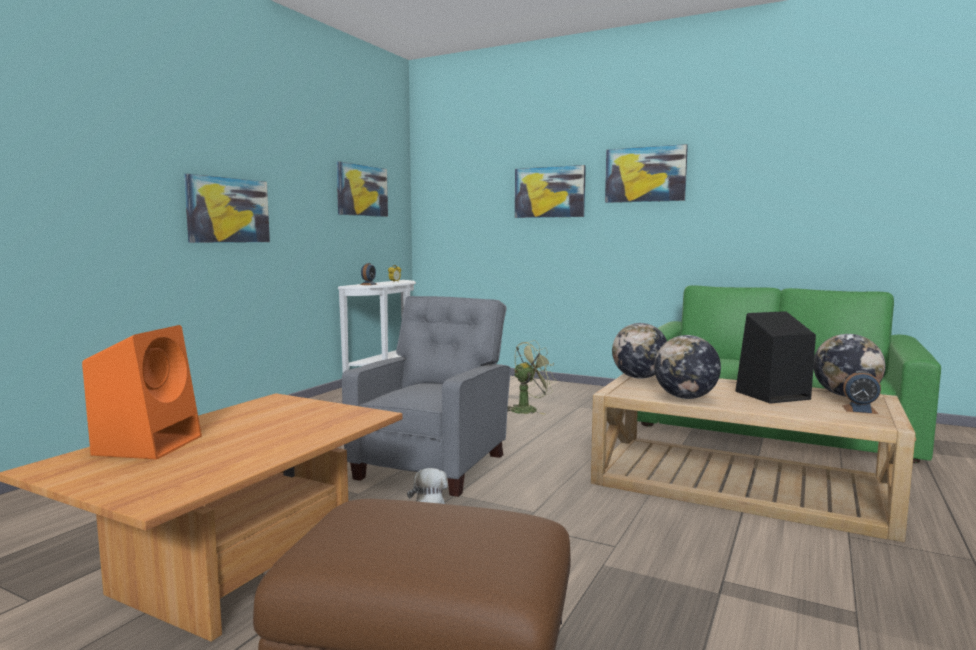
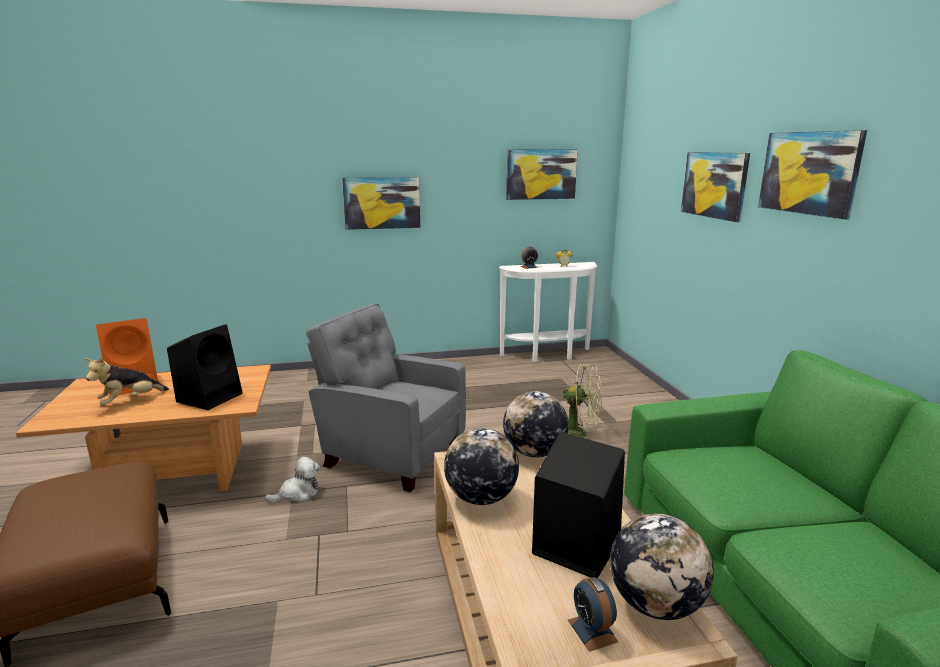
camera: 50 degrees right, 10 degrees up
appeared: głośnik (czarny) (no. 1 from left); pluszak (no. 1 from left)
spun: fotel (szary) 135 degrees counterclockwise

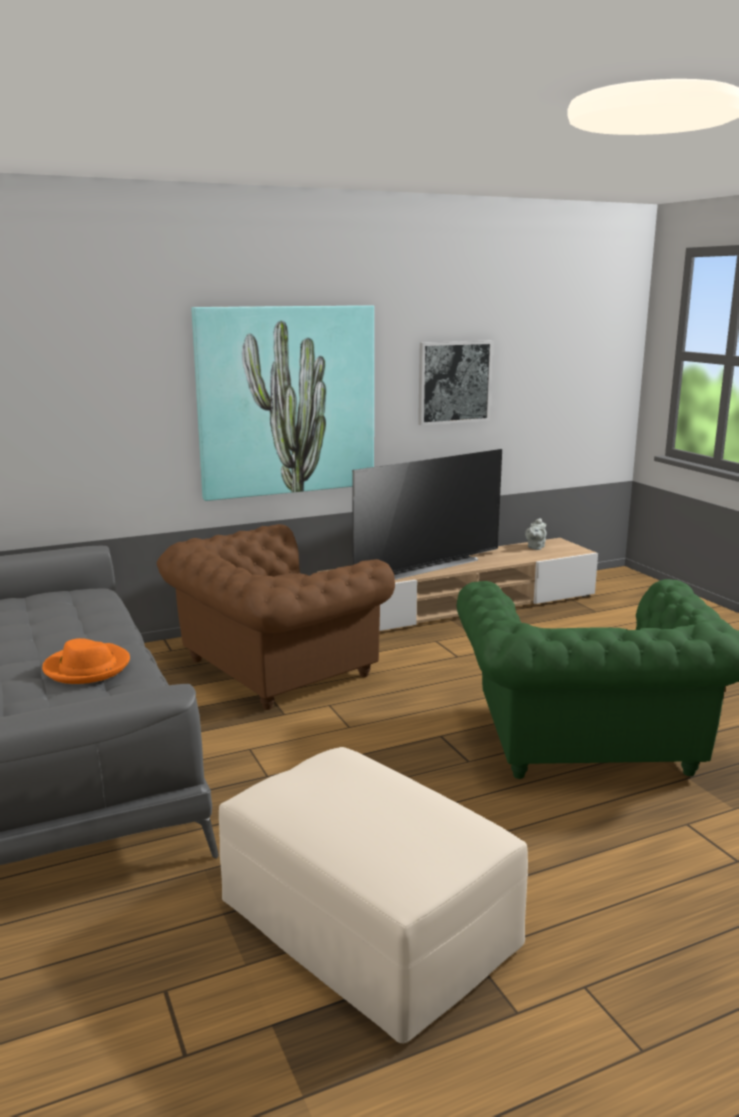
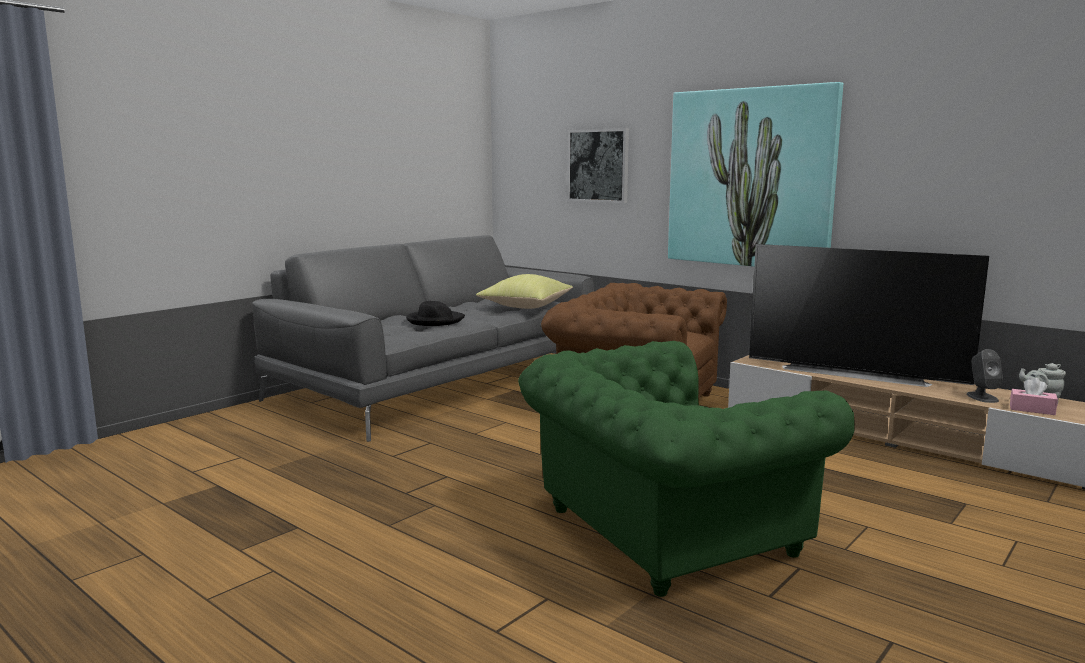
camera: 65 degrees right, 5 degrees down
missing: pufa (beżowy)
appeared: poduszka (żółty); głośnik (szary); pudełko chusteczek (różowy)
relocated: obraz (no. 2 from left in the first image) to obraz (no. 1 from left)
colour: kapelusz (pomarańczowy) to kapelusz (czarny)

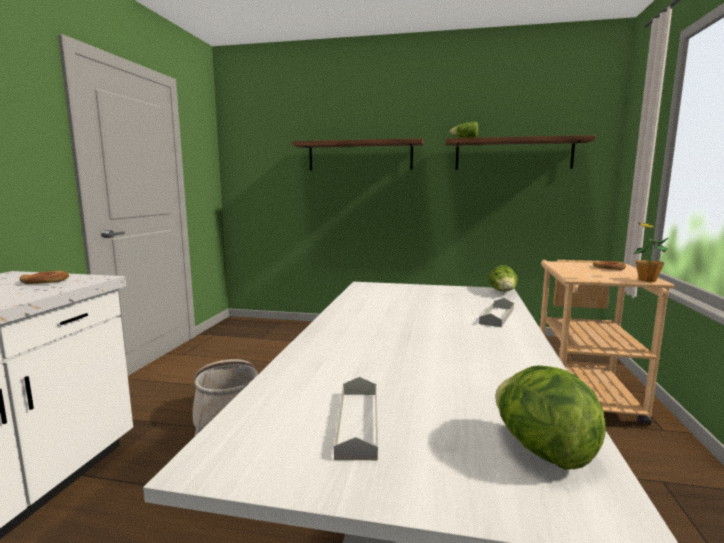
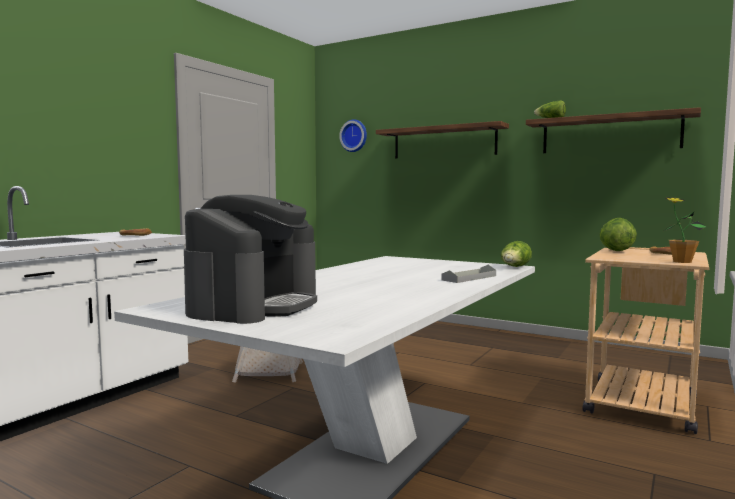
camera: 20 degrees right, 5 degrees down
appeared: zegar ścienny
relocated: sałata (no. 3 from left)
exchanged: taca (szary) (no. 1 from left) to ekspres do kawy

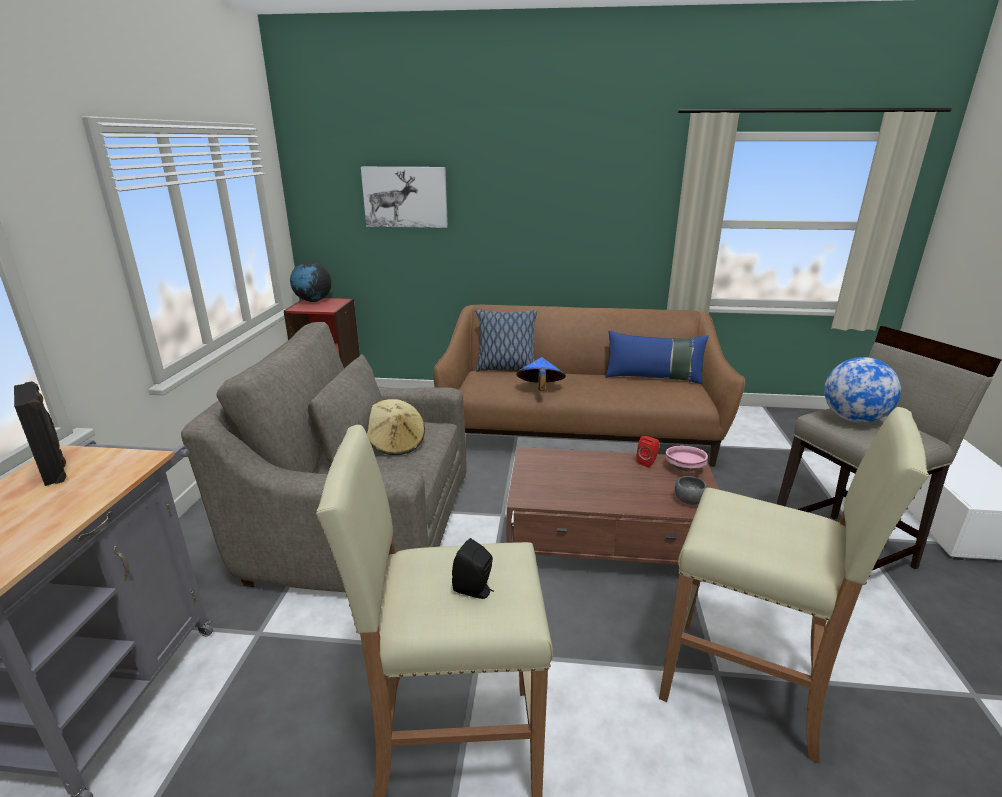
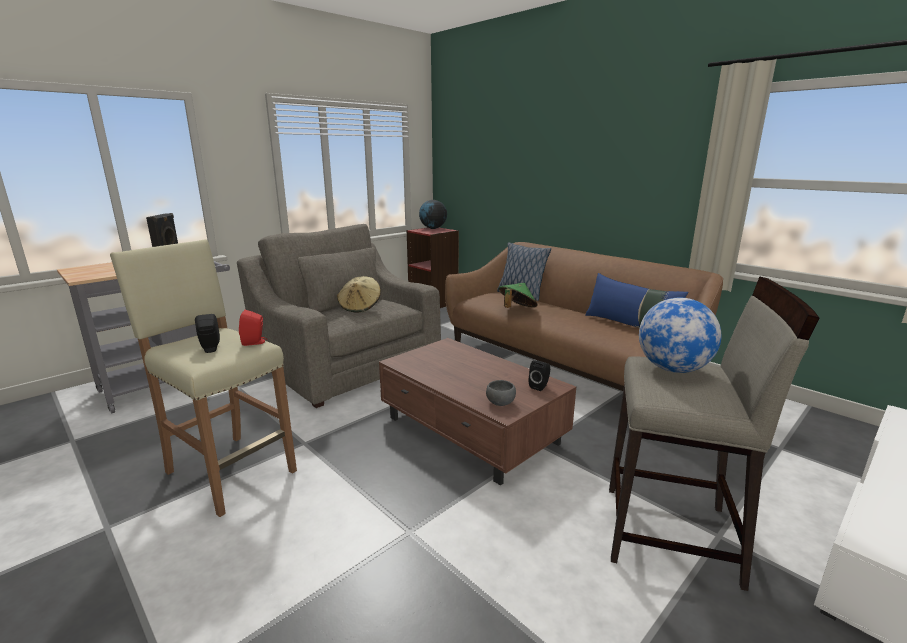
camera: 40 degrees right, 5 degrees down
missing: obraz; stołek (beżowy) (no. 2 from left)
relocated: głośnik (czerwony)
exchanged: miska (różowy) to głośnik (czarny) (no. 3 from left)
colour: kapelusz (niebieski) to kapelusz (zielony)

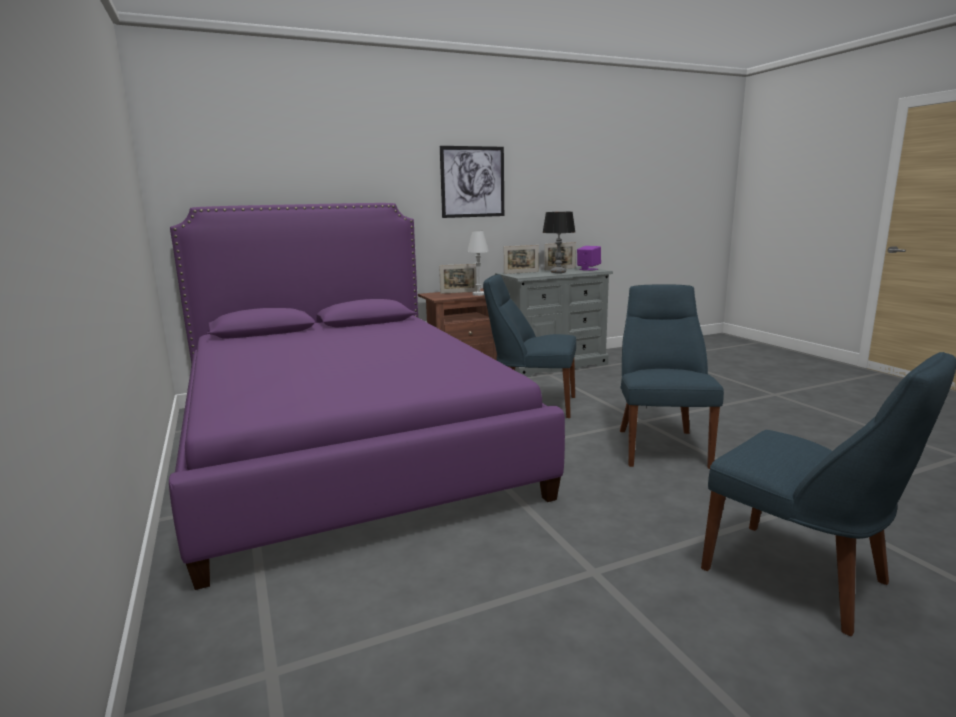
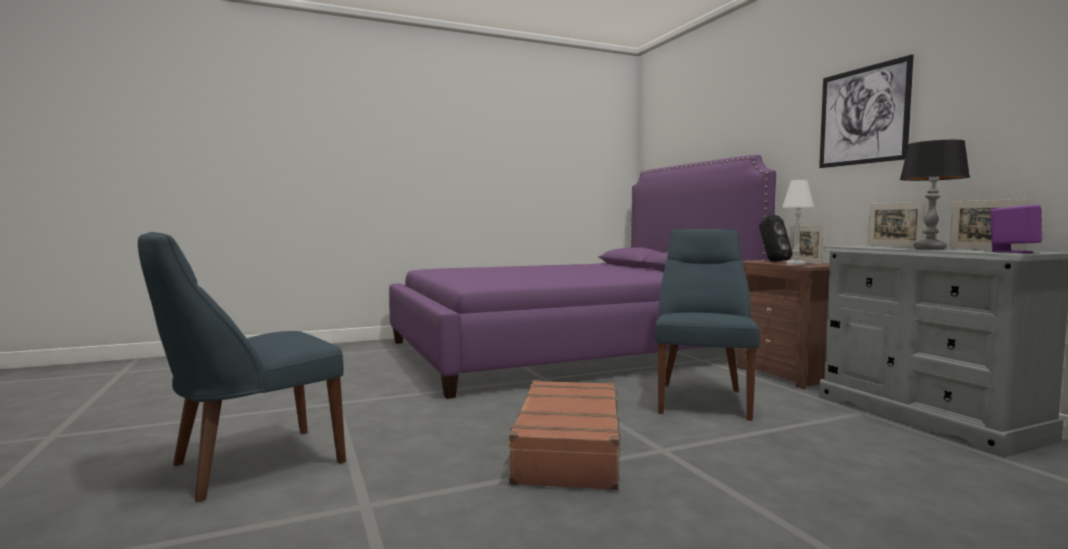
camera: 90 degrees right, 10 degrees down
appeared: głośnik (czarny)
exchanged: krzesło (niebieski) (no. 2 from left) to walizka (brązowy)

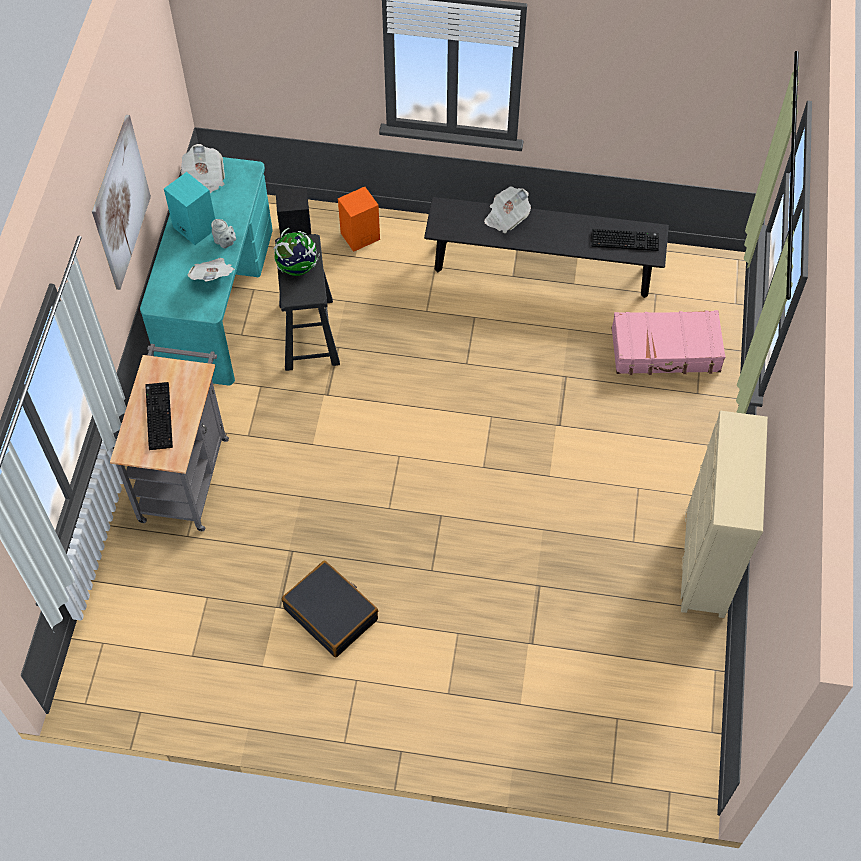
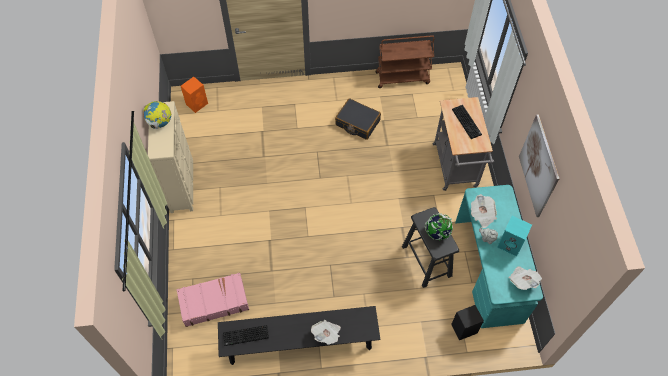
camera: 165 degrees right, 0 degrees up
appeared: wózek (brązowy); globus (no. 1 from left)
relocated: głośnik (pomarańczowy)

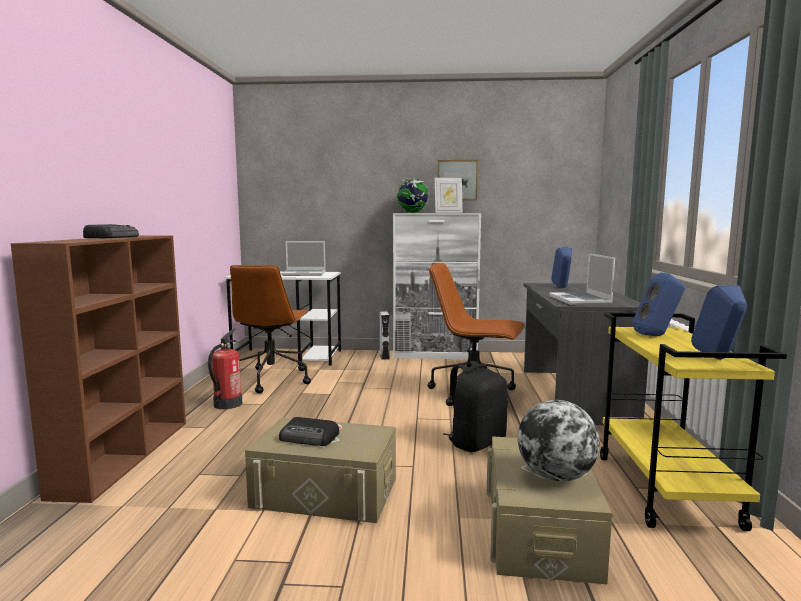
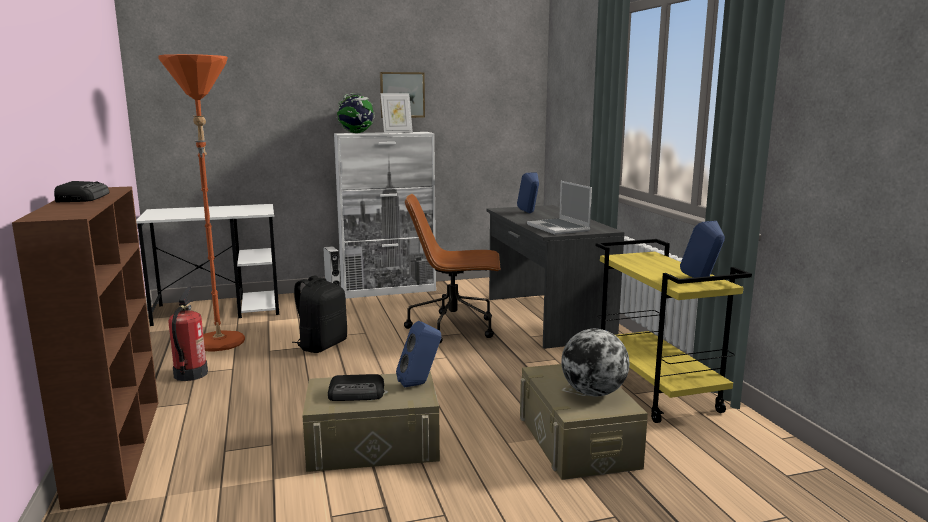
camera: 20 degrees left, 5 degrees up
missing: laptop (no. 1 from left)
relocated: głośnik (niebieski) (no. 2 from left in the first image) to głośnik (niebieski) (no. 1 from left); plecak (czarny)
exchanged: krzesło biurowe (brązowy) (no. 1 from left) to lampa stojąca (pomarańczowy)

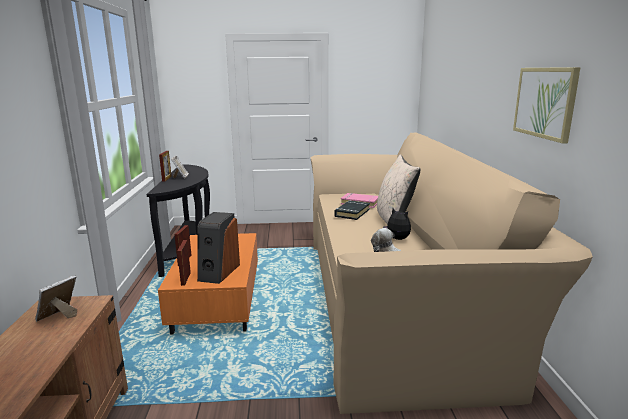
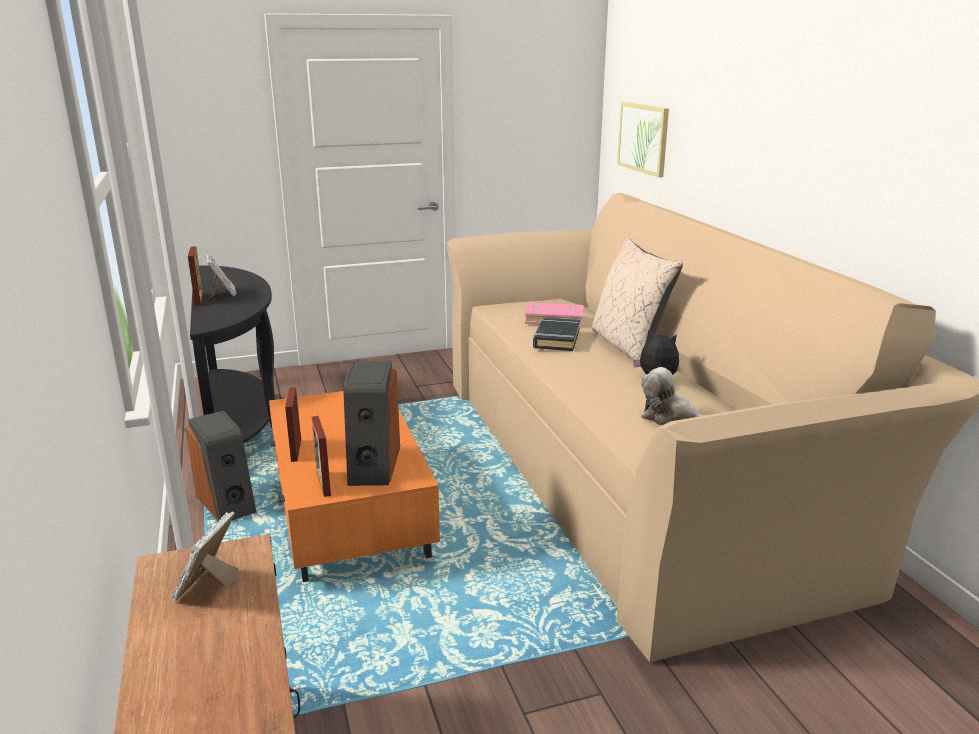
camera: 15 degrees left, 5 degrees up
appeared: głośnik (no. 1 from left)
relocated: obraz

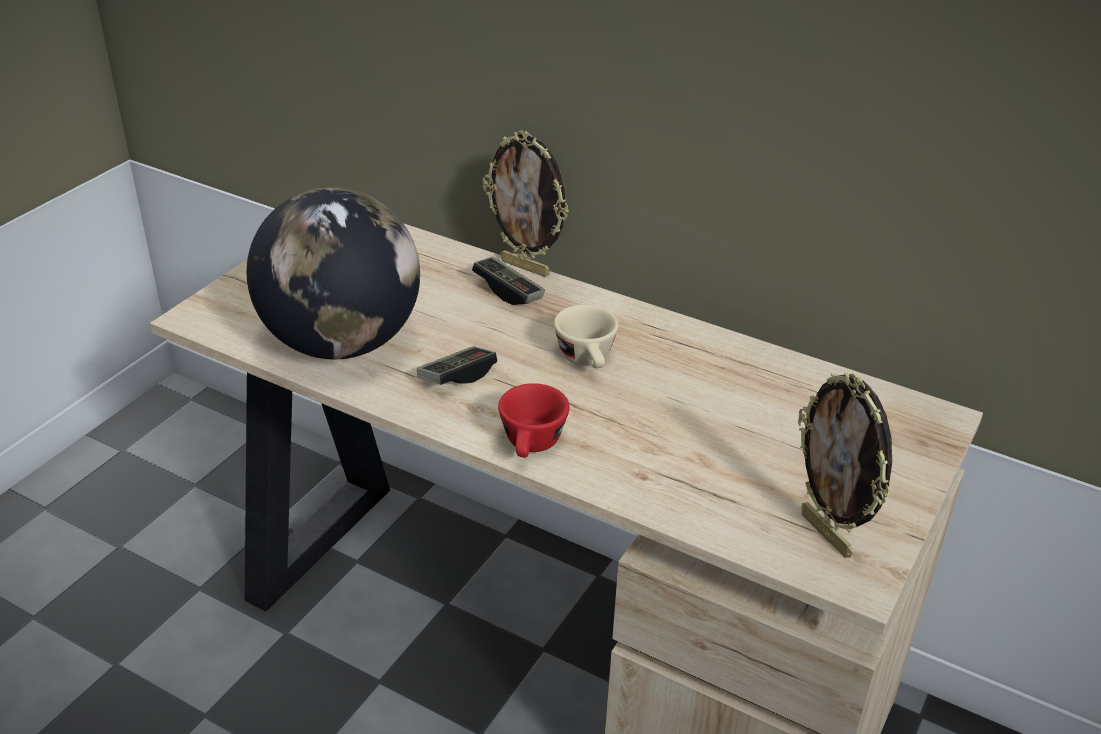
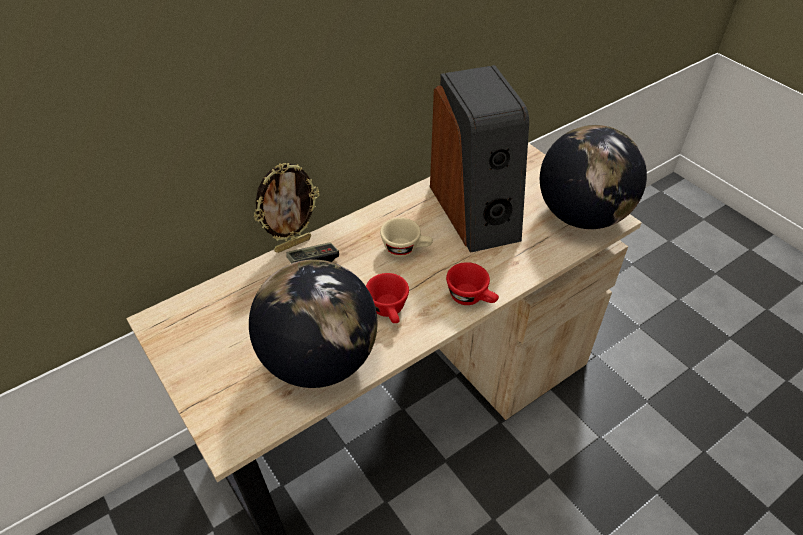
camera: 65 degrees left, 10 degrees up
appeared: głośnik
exchanged: pad do gier (no. 1 from left) to filiżanka (czerwony) (no. 1 from left); ramka na zdjęcie (no. 2 from left) to globus (no. 2 from left)

